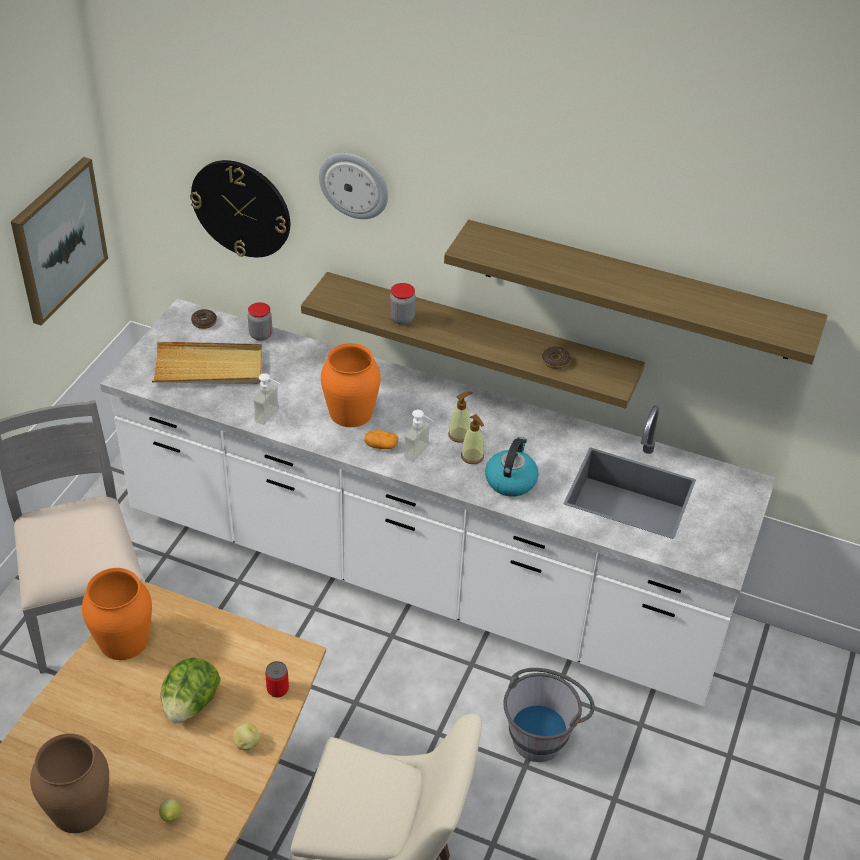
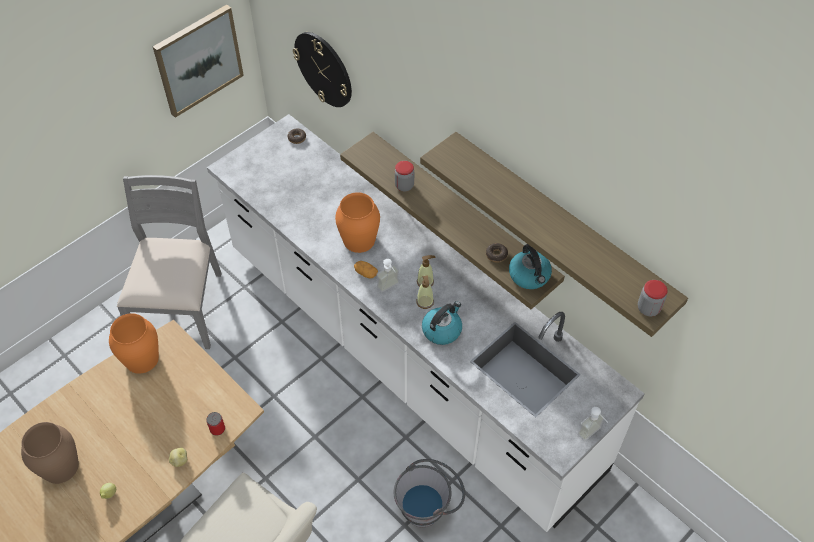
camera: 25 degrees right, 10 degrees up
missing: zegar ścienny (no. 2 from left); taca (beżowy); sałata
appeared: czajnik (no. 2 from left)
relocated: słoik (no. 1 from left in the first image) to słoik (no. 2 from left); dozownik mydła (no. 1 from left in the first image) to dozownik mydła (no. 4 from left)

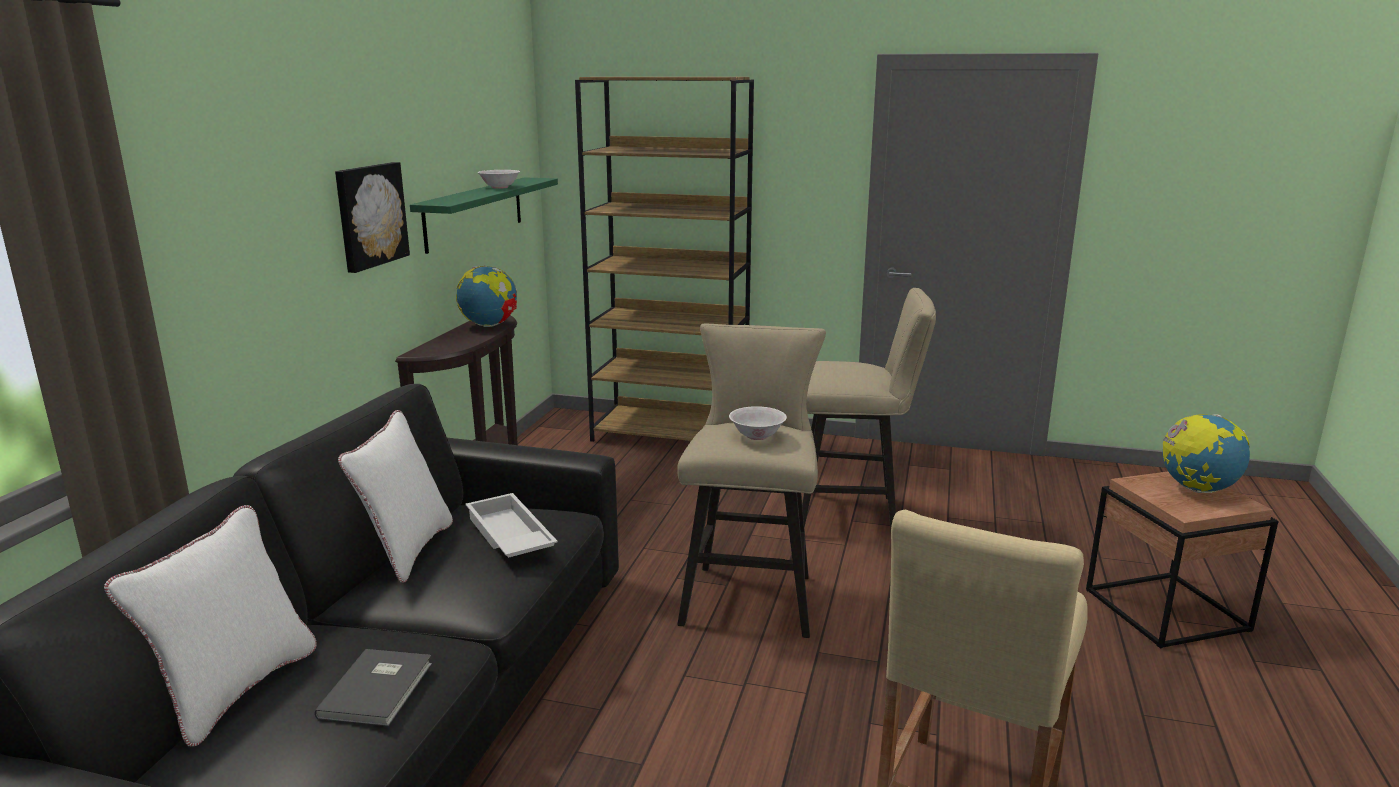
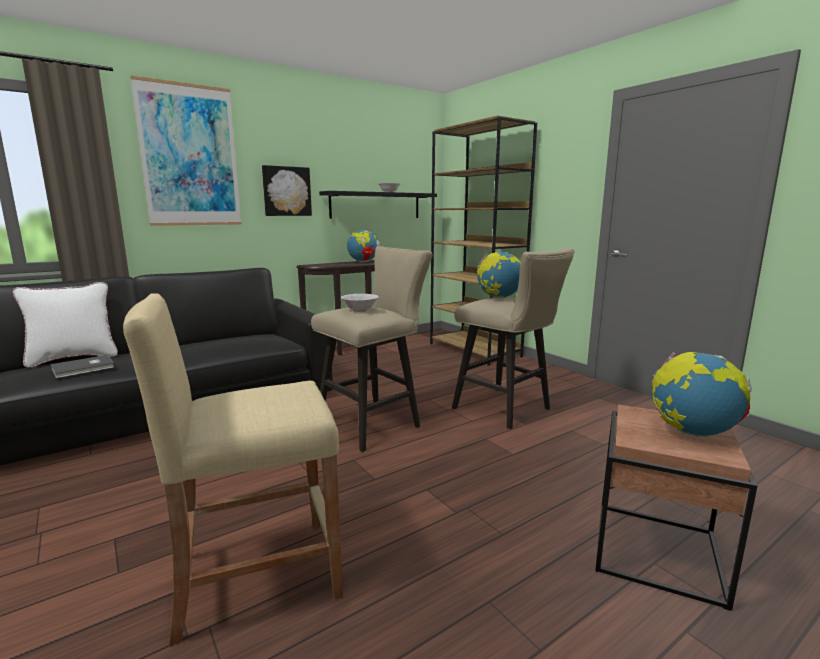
camera: 40 degrees right, 5 degrees down
missing: poduszka (biały) (no. 2 from left); taca (biały)
appeared: obraz (no. 1 from left); globus (no. 2 from left)
colour: półka (zielony) to półka (czarny)

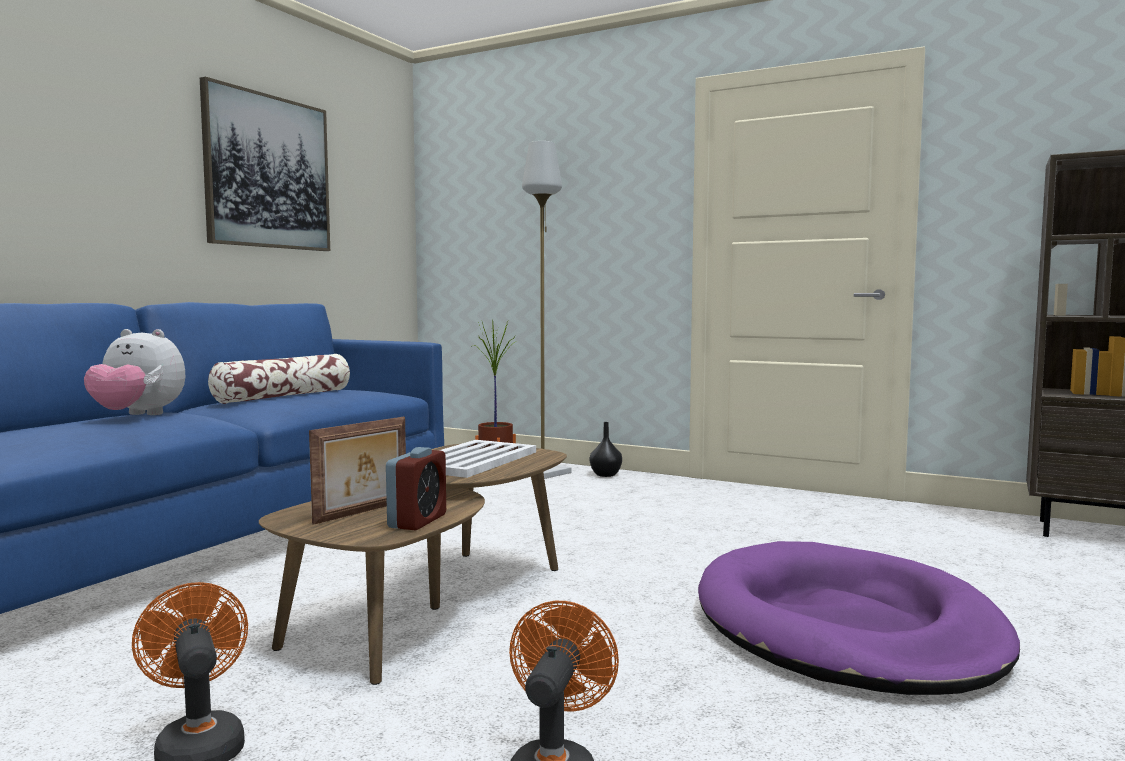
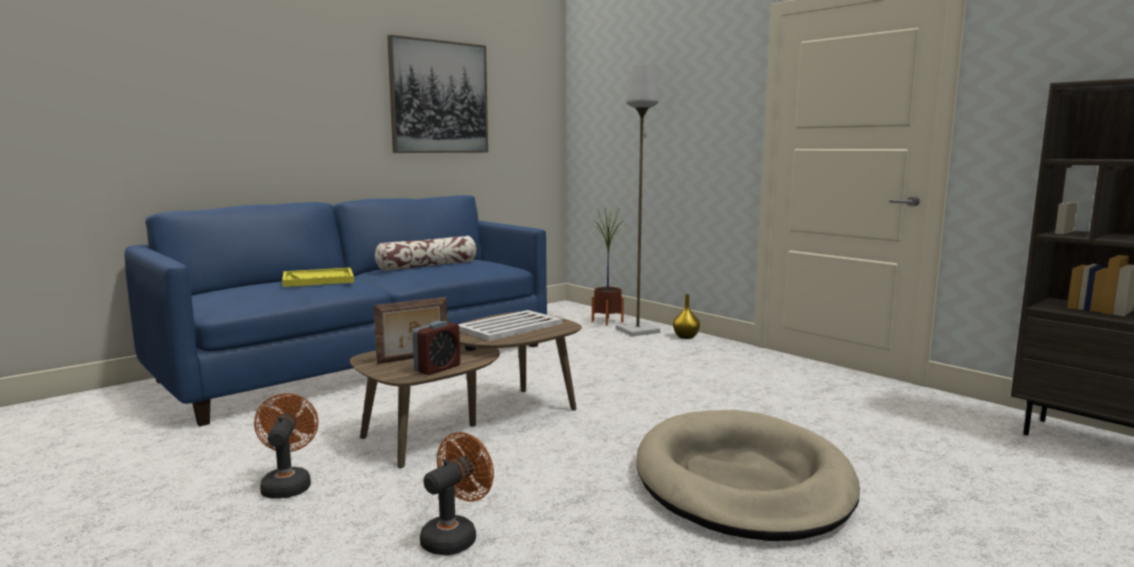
camera: 20 degrees right, 5 degrees up
exchanged: pluszak to taca (żółty)
colour: wazon (czarny) to wazon (żółty); legowisko (fioletowy) to legowisko (beżowy)

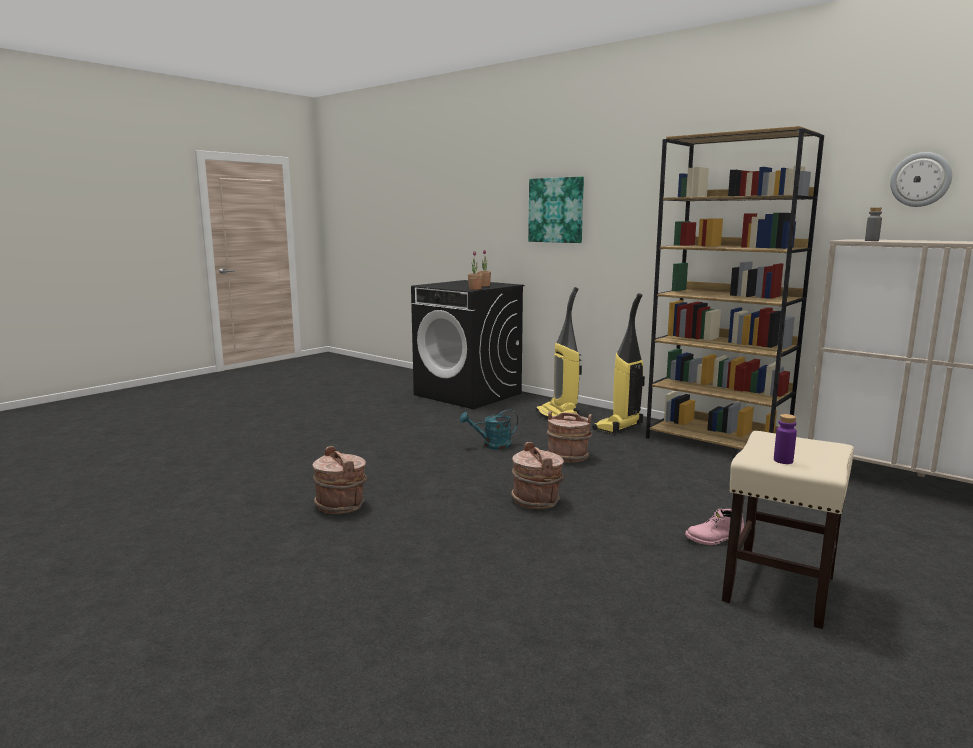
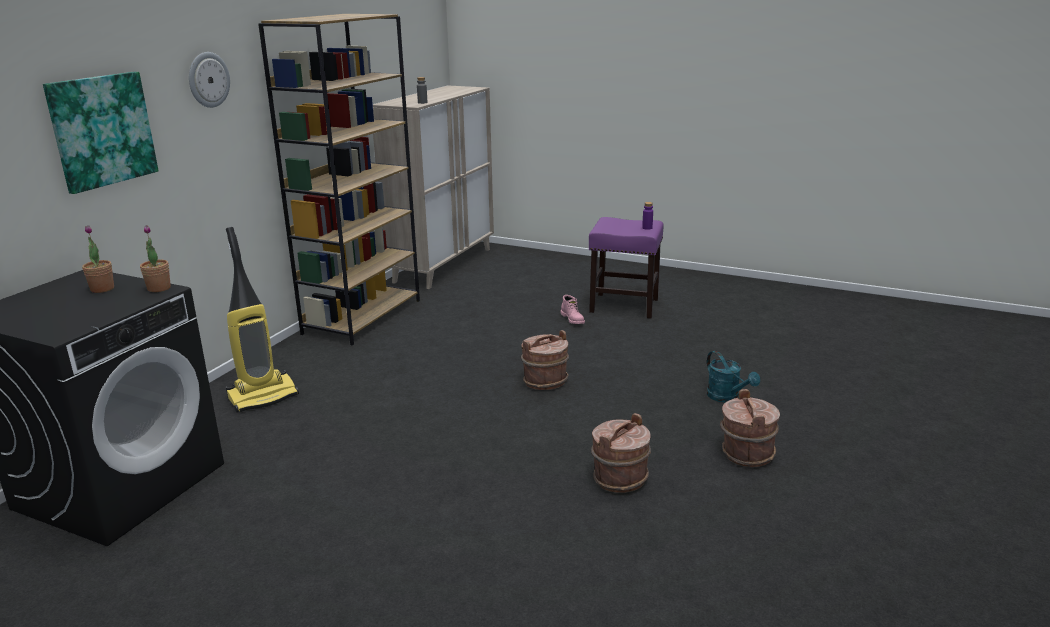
camera: 105 degrees left, 10 degrees up
missing: odkurzacz (no. 2 from left)
relocated: zegar ścienny; konewka (turkusowy); wiadro (brązowy) (no. 3 from left)
colour: stołek (beżowy) to stołek (fioletowy)

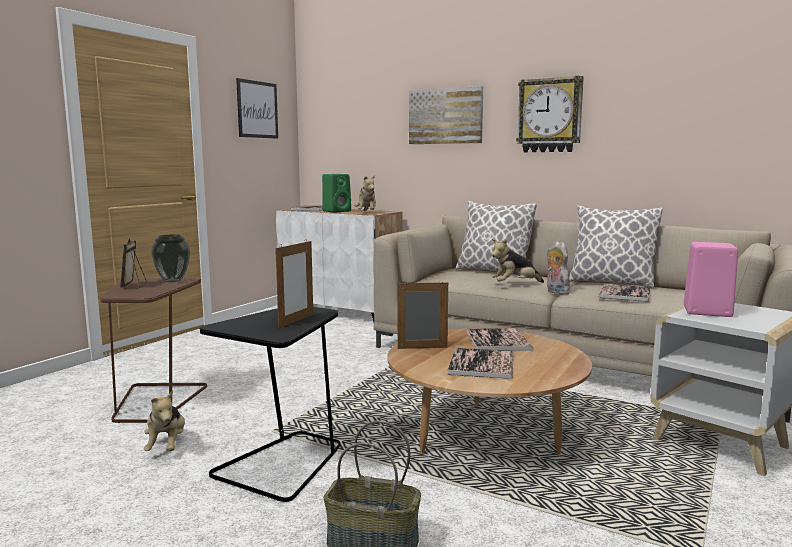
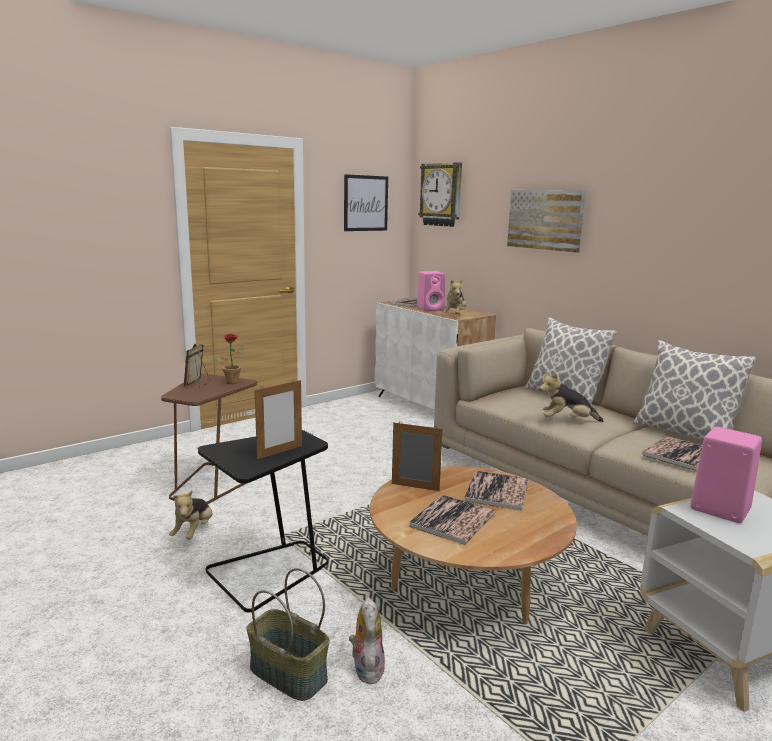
camera: 20 degrees right, 5 degrees up
relocated: zegar ścienny; pluszak (no. 4 from left in the first image) to pluszak (no. 2 from left)
exchanged: wazon to roślina doniczkowa
colour: głośnik (zielony) to głośnik (różowy) (no. 1 from left)

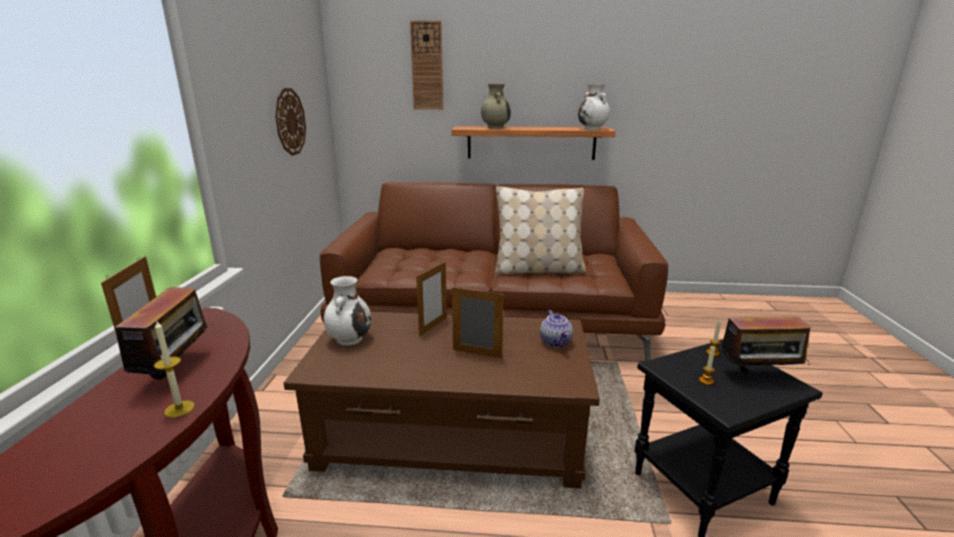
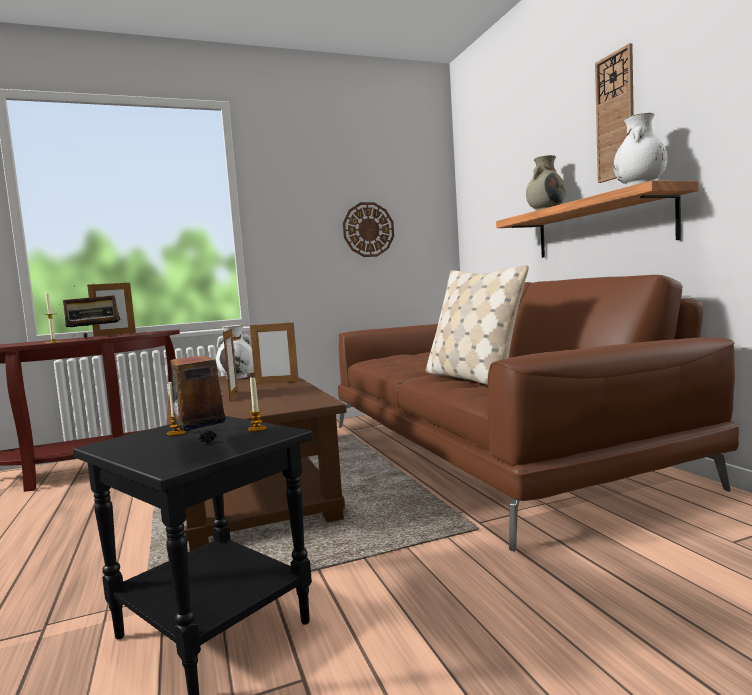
camera: 65 degrees right, 15 degrees down
missing: imbryk
relocated: zegar ścienny (no. 2 from left)

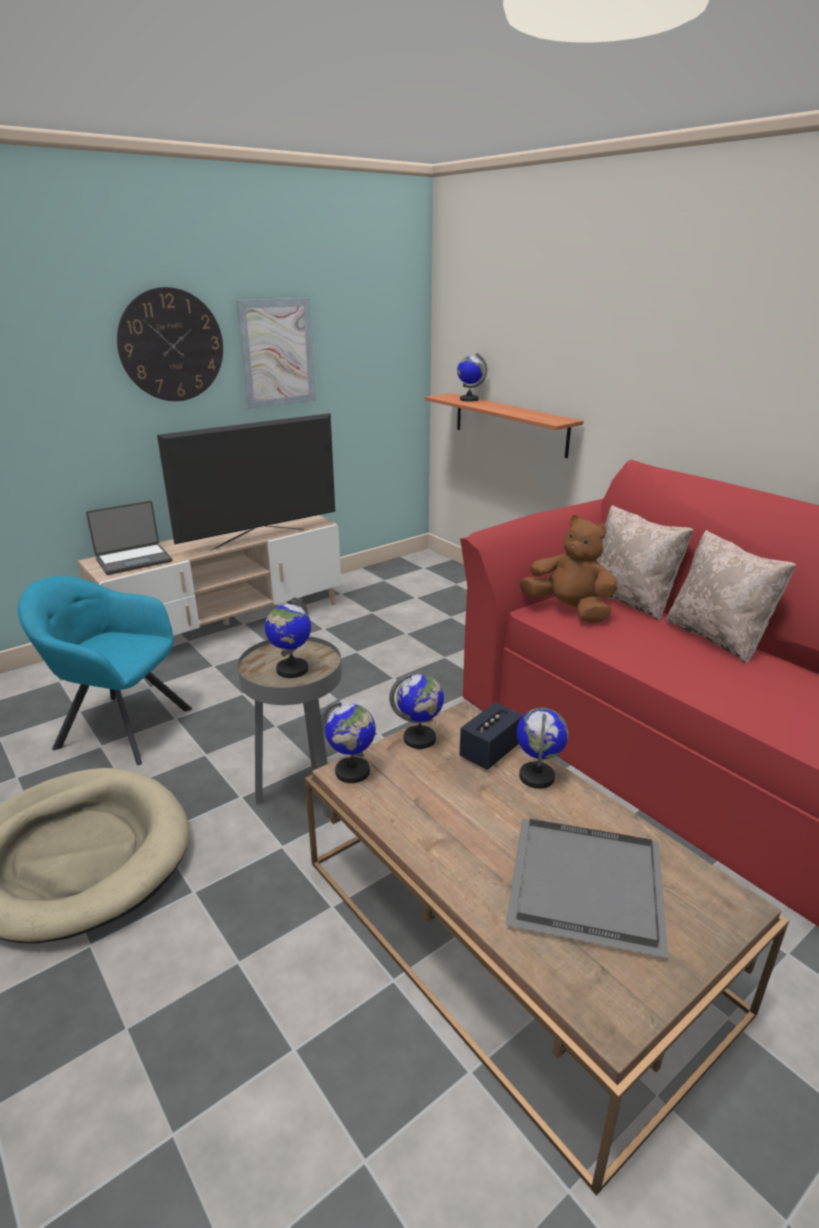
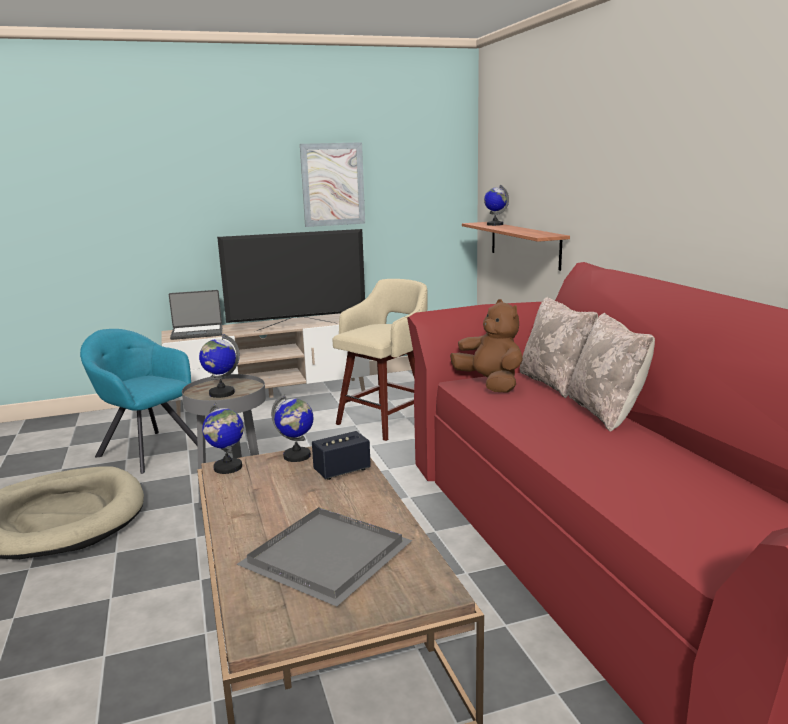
camera: 20 degrees right, 10 degrees down
missing: zegar ścienny; globus (no. 5 from left)
appeared: stołek (beżowy)

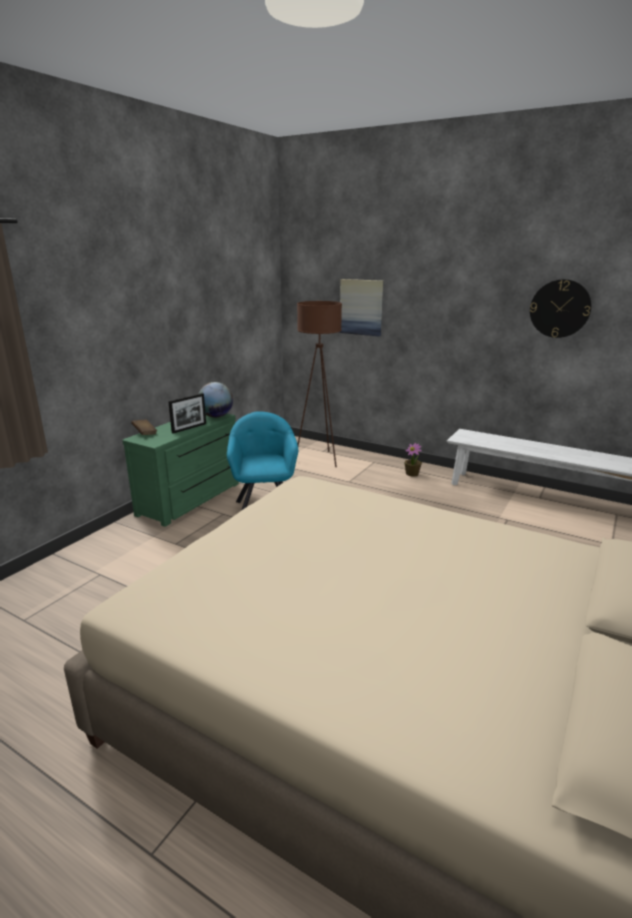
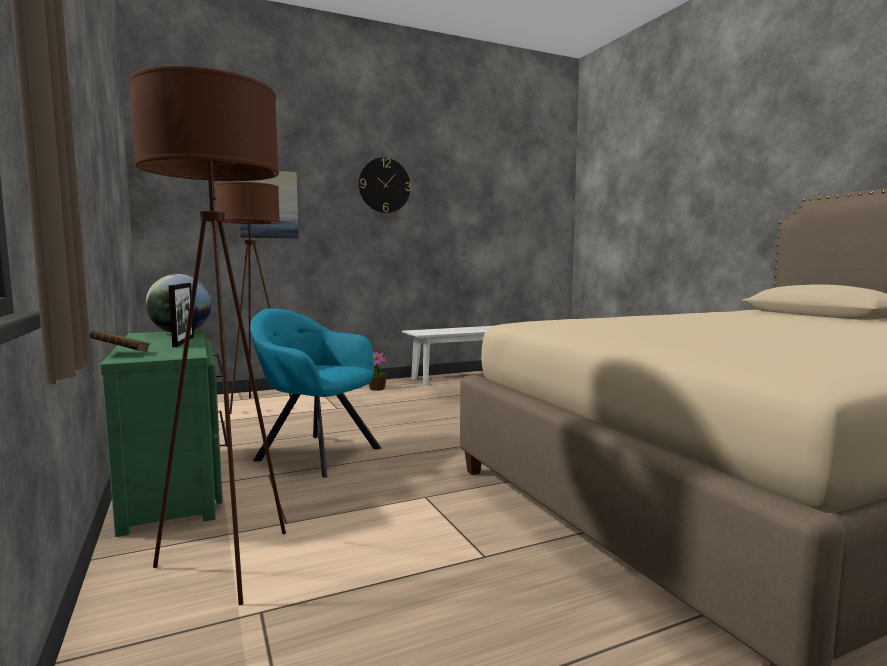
camera: 55 degrees left, 15 degrees down
appeared: lampa stojąca (brązowy) (no. 1 from left)
relocated: zegar ścienny

